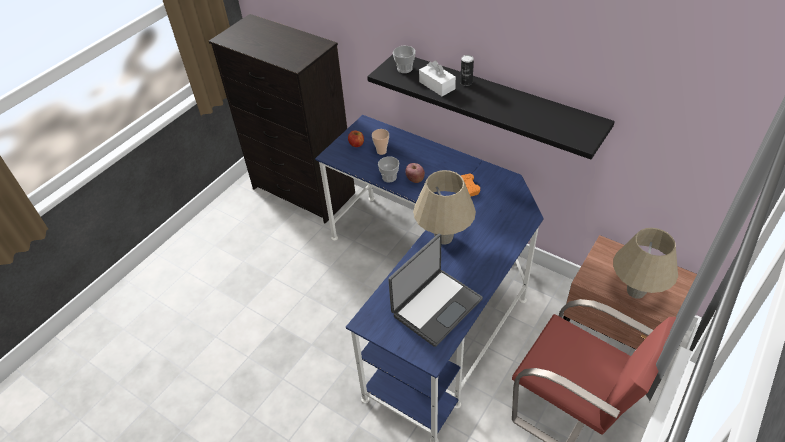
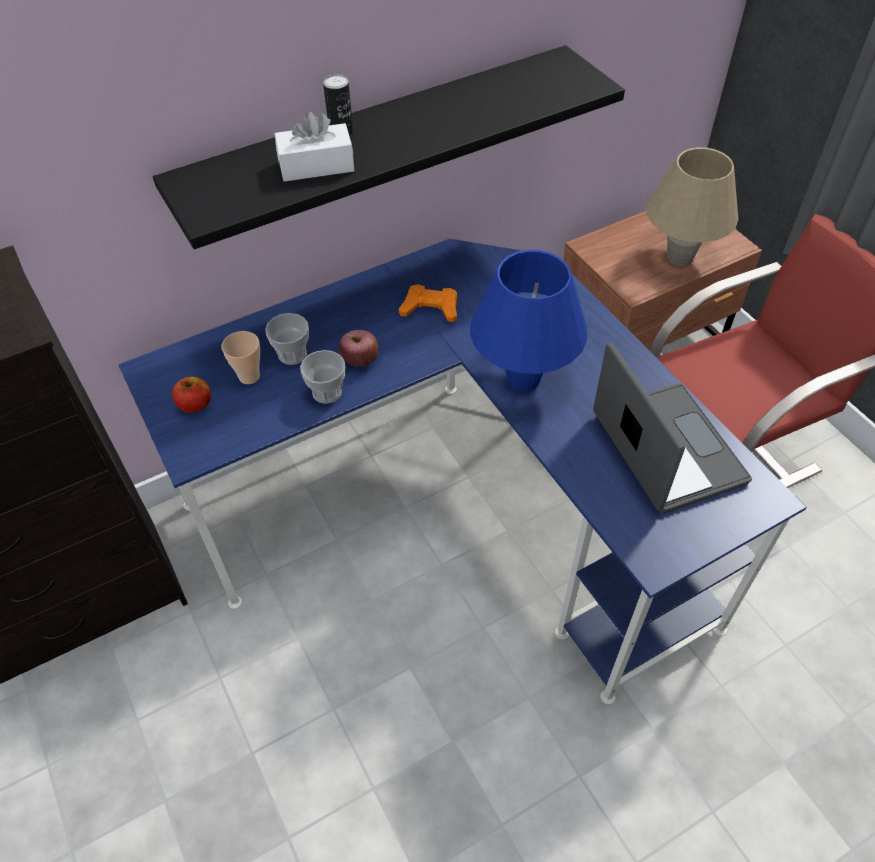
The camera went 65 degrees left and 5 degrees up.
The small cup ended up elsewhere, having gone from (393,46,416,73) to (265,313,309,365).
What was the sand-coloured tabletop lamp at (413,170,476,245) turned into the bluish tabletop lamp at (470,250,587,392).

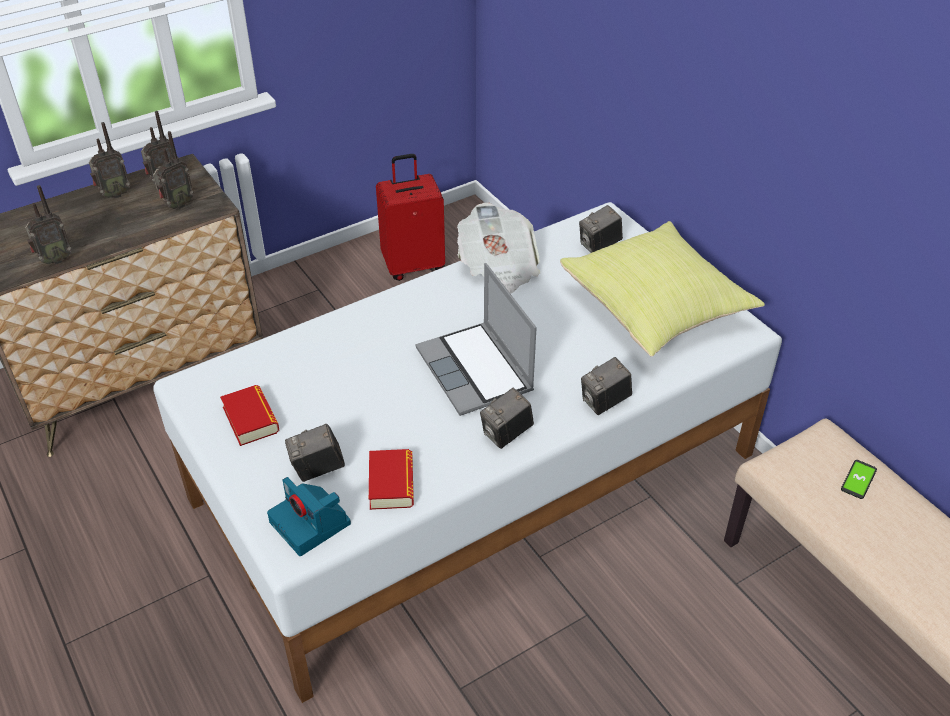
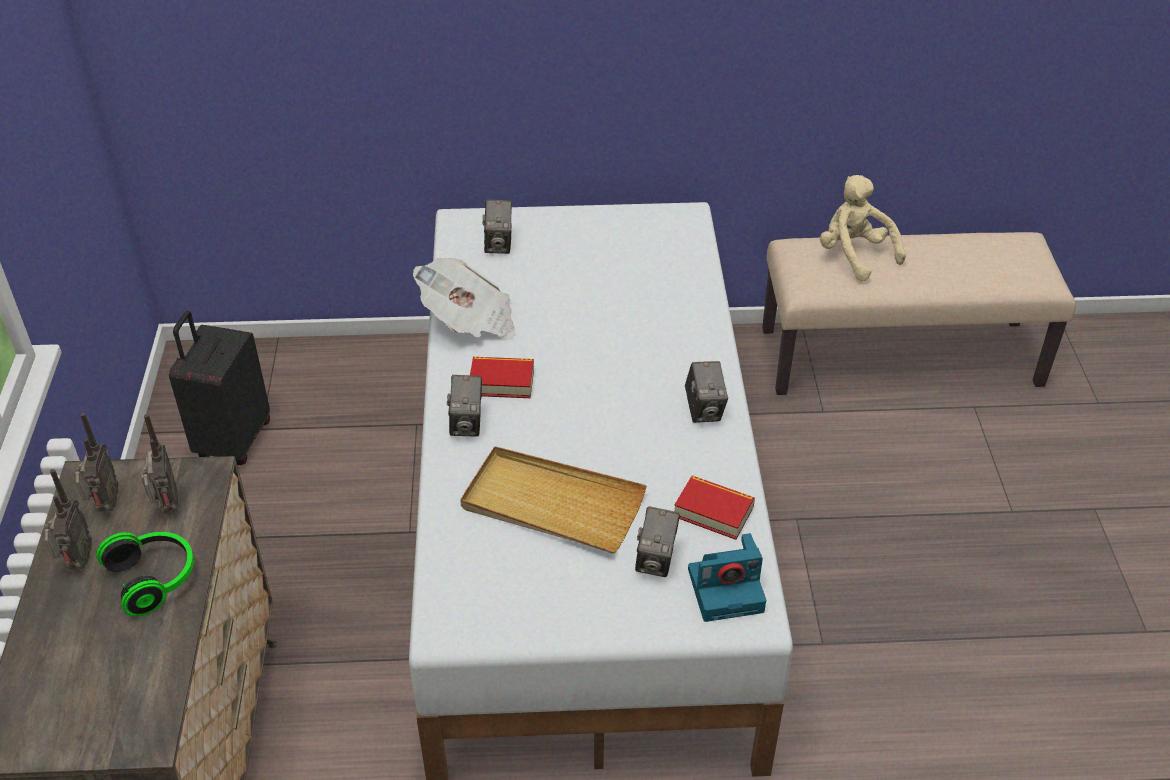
The camera went 60 degrees left and 0 degrees up.
The second view lost the radio set at (25,185,72,265).
The second view lost the portable computer at (416,263,537,416).
The second view lost the yellow throw pillow at (560,221,765,357).
The second view gained the pair of headphones at (96,532,194,617).
The second view gained the sand-coloured tray at (460,446,647,554).
The volume ended up elsewhere, having gone from (220,385,279,446) to (470,357,534,398).
The still camera ended up elsewhere, having gone from (581,357,632,415) to (447,375,482,437).
Where the handset stood at (841,460,877,499), the sand-coloured plush toy came to stand at (820,175,906,281).
What was the red travel case at (376,154,445,281) turned into the blackish travel case at (169,311,270,465).

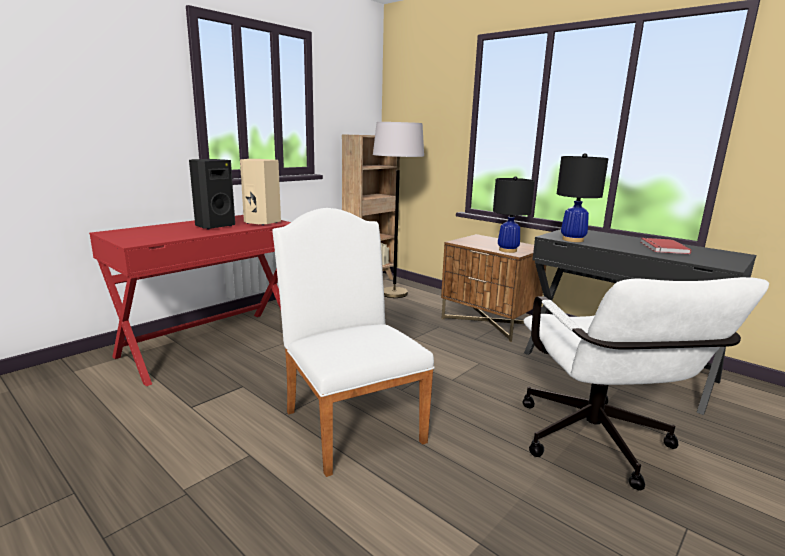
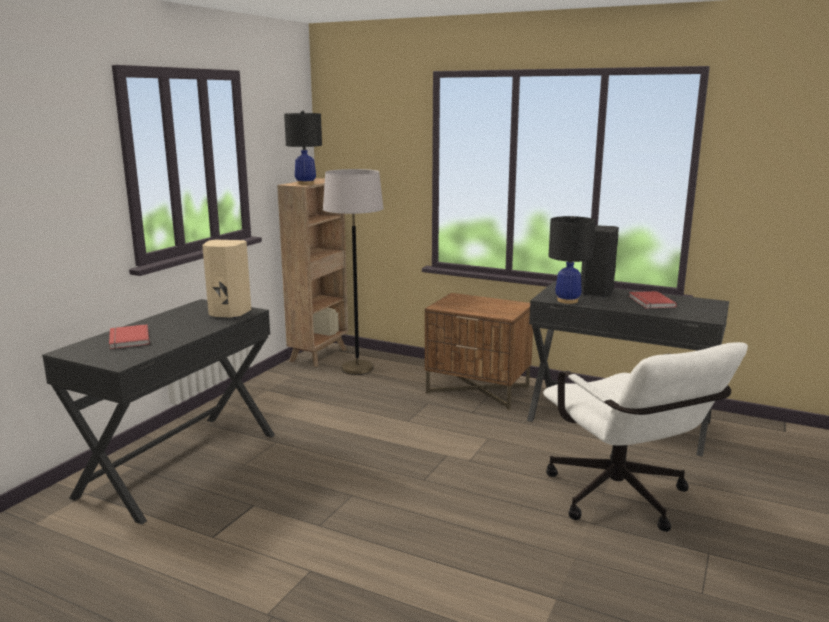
The camera went 15 degrees left and 0 degrees up.
The second view lost the whitish plain chair at (272,208,435,477).
The second view gained the red volume at (109,324,150,349).
The blackish speaker ended up elsewhere, having gone from (189,159,235,230) to (581,225,619,297).
The blackish tabletop lamp ended up elsewhere, having gone from (493,176,535,253) to (284,110,322,185).
What was the red desk unit at (89,215,291,386) turned into the blackish desk unit at (42,299,275,524).

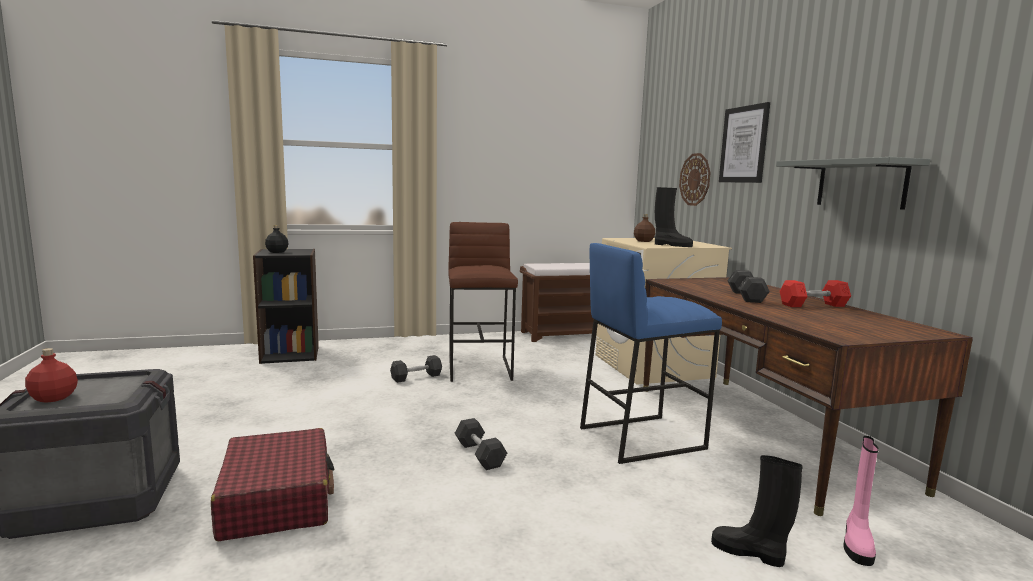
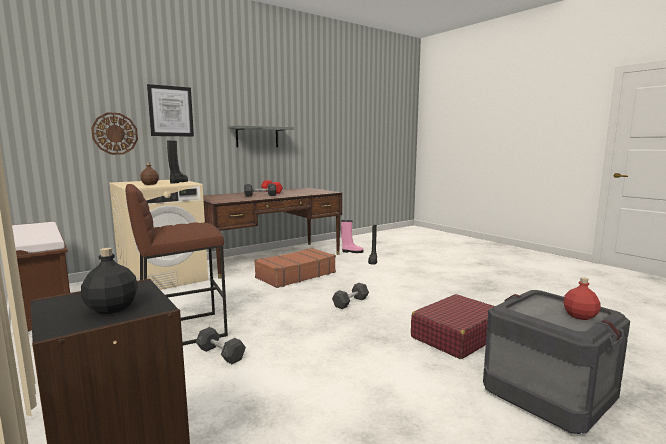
The camera went 110 degrees left and 0 degrees up.
Where the bluish stool seat stood at (580,243,722,464), the brown-coloured travel case came to stand at (254,248,336,288).

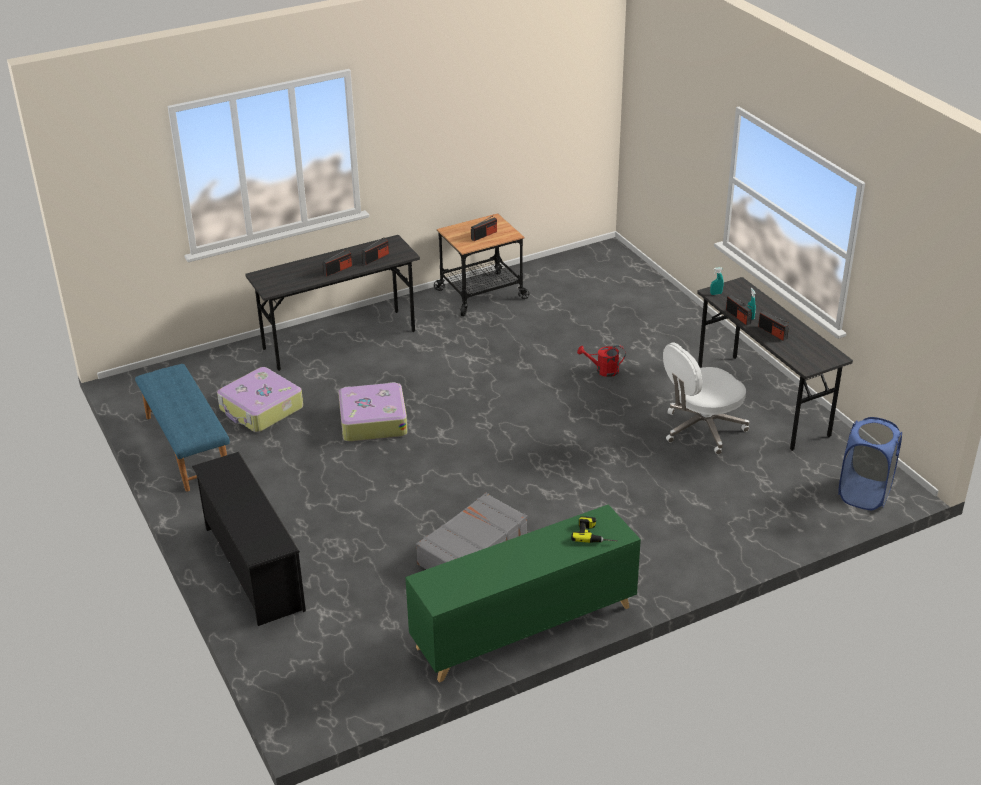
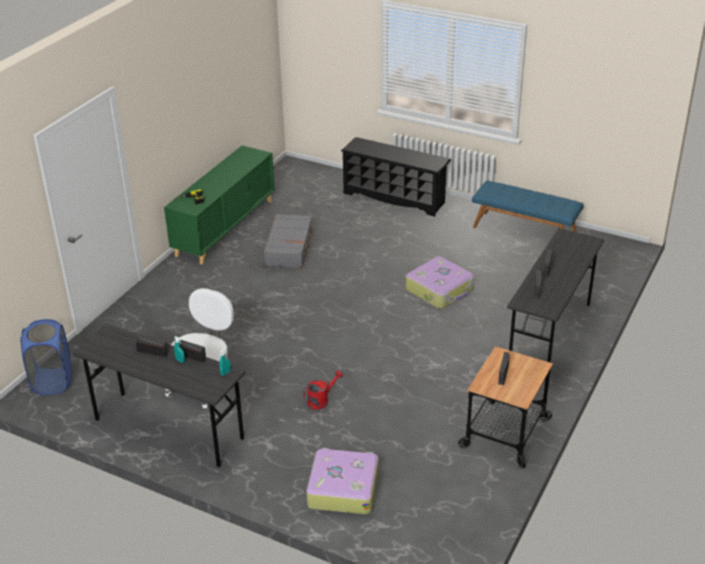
The camera went 145 degrees right and 0 degrees up.
The travel case ended up elsewhere, having gone from (217,367,303,432) to (307,448,379,514).

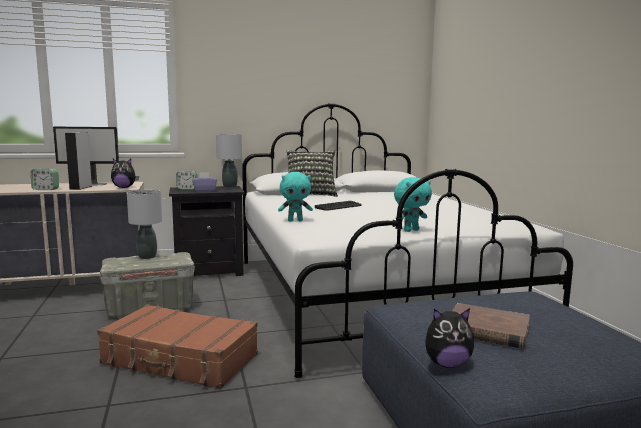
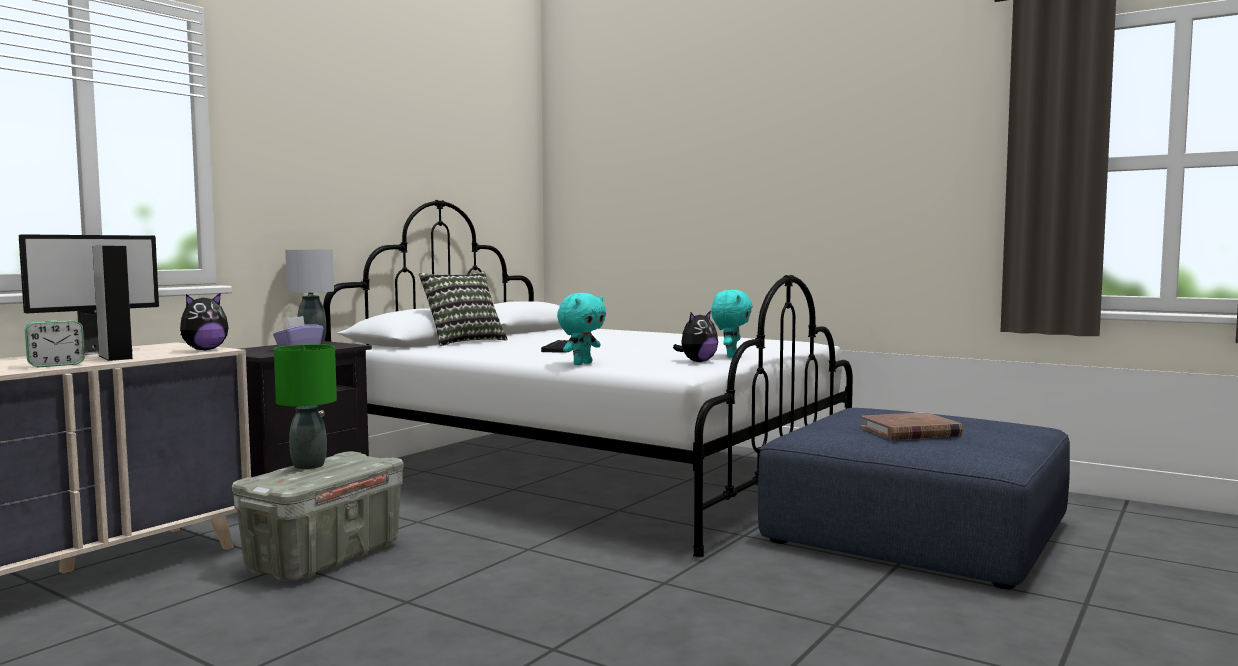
The camera went 40 degrees left and 5 degrees down.
The second view lost the brown-coloured travel case at (97,304,258,389).
The second view lost the alarm clock at (176,171,197,189).
The plush toy ended up elsewhere, having gone from (425,308,474,368) to (673,310,718,362).
What was the grey tabletop lamp at (127,190,162,259) turned into the greenish tabletop lamp at (274,344,337,469).

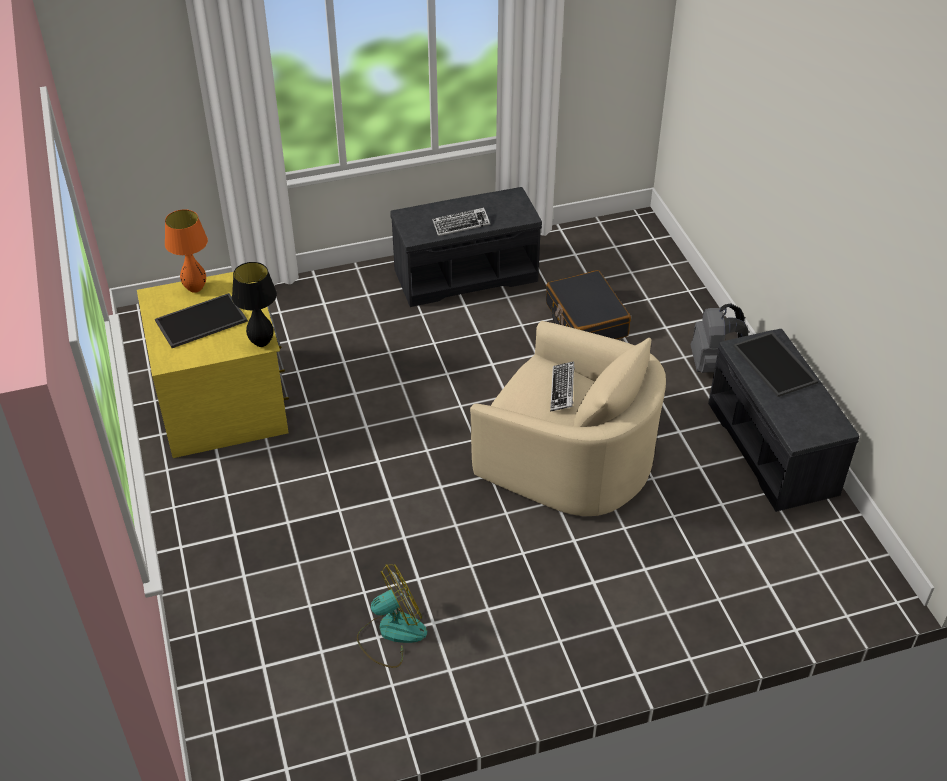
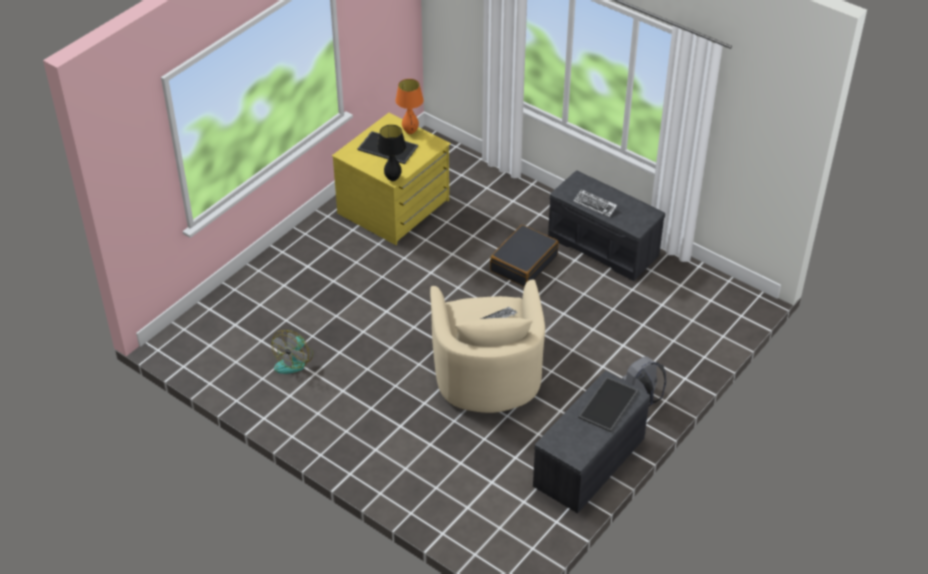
The camera went 55 degrees right and 0 degrees up.
The blackish travel case ended up elsewhere, having gone from (546,270,631,339) to (490,225,559,287).
The electric fan at (357,564,427,668) ended up facing another way, 90 degrees clockwise from before.

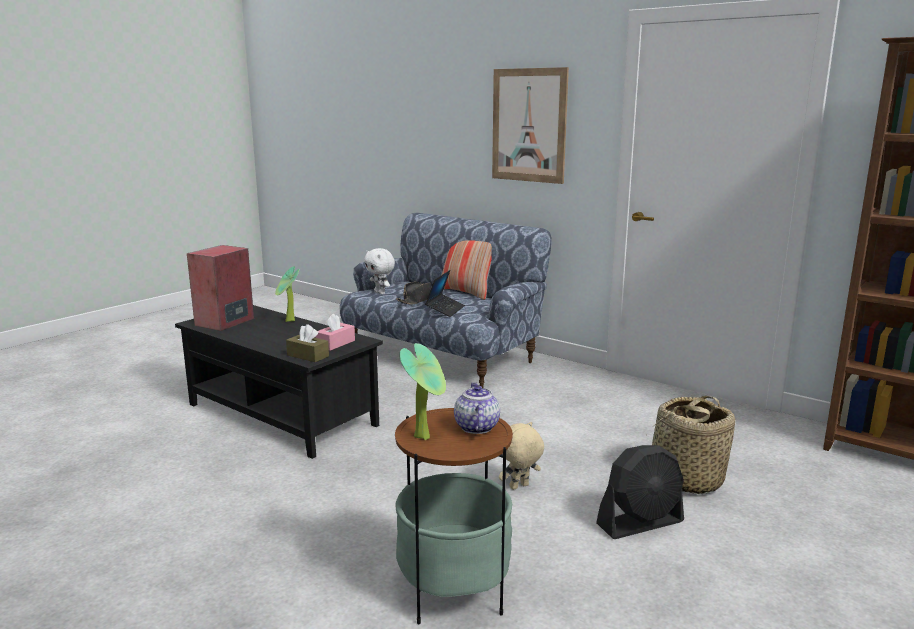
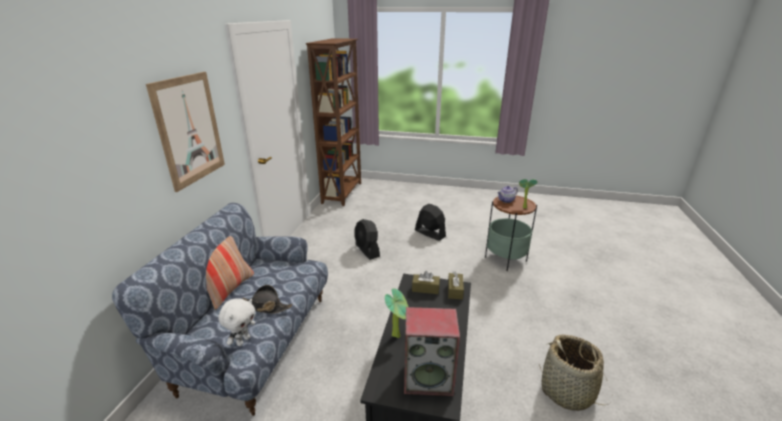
The camera went 115 degrees left and 10 degrees up.
The second view lost the portable computer at (425,270,465,317).
The second view lost the sand-coloured plush toy at (499,422,544,490).
The second view gained the blackish electric fan at (355,219,380,260).
The household basket ended up elsewhere, having gone from (645,396,735,494) to (539,334,610,411).
What was the pink-coloured box of tissues at (316,314,355,351) turned into the brown-coloured box of tissues at (412,271,440,294).

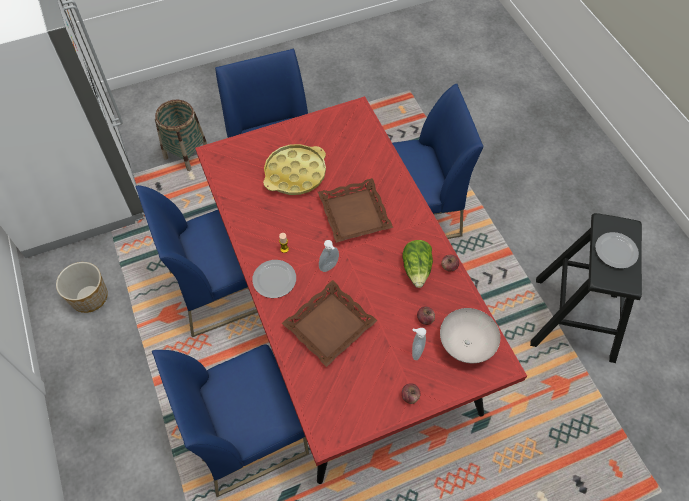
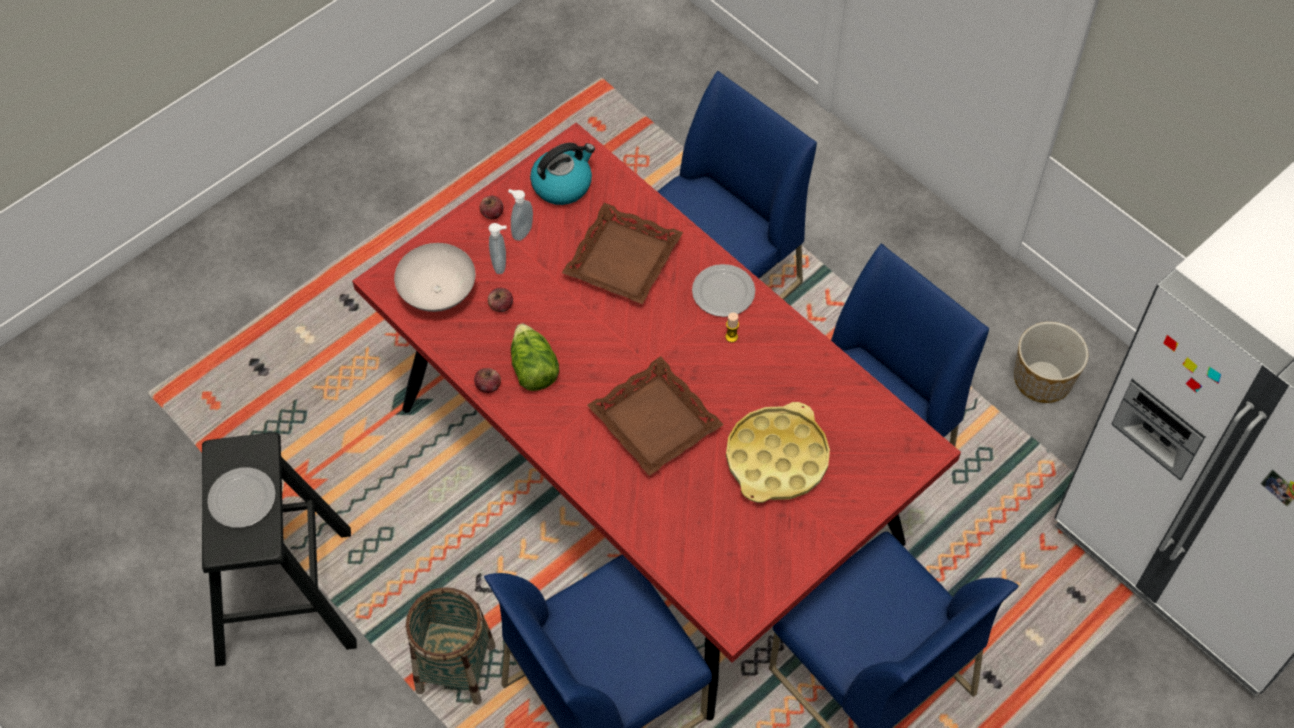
The camera went 160 degrees right and 0 degrees up.
The second view gained the water kettle at (530,143,595,205).
The household basket ended up elsewhere, having gone from (155,100,207,171) to (405,587,496,705).
The liquid soap bottle ended up elsewhere, having gone from (319,240,339,272) to (508,189,533,241).

